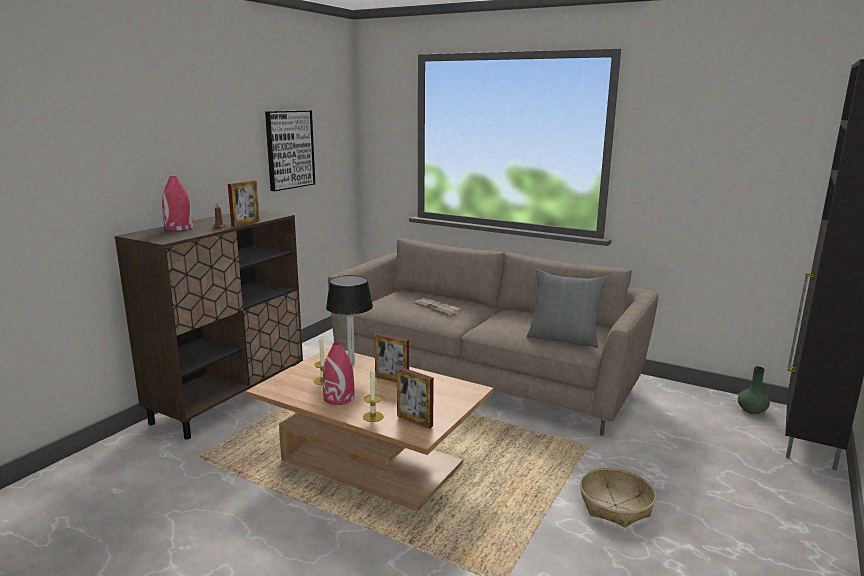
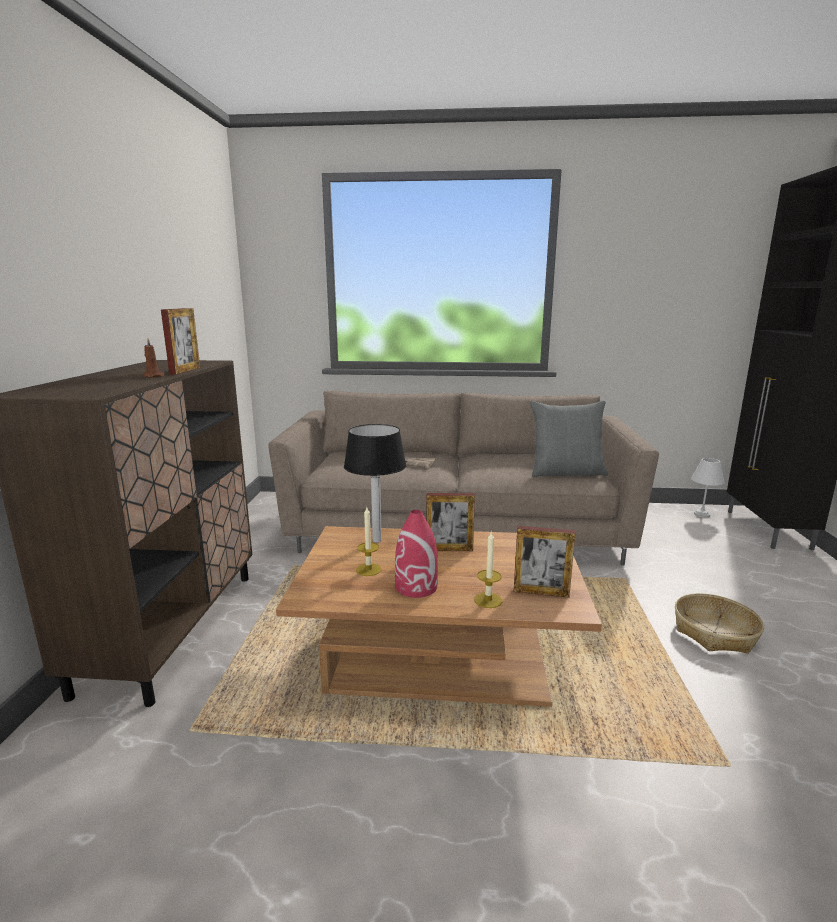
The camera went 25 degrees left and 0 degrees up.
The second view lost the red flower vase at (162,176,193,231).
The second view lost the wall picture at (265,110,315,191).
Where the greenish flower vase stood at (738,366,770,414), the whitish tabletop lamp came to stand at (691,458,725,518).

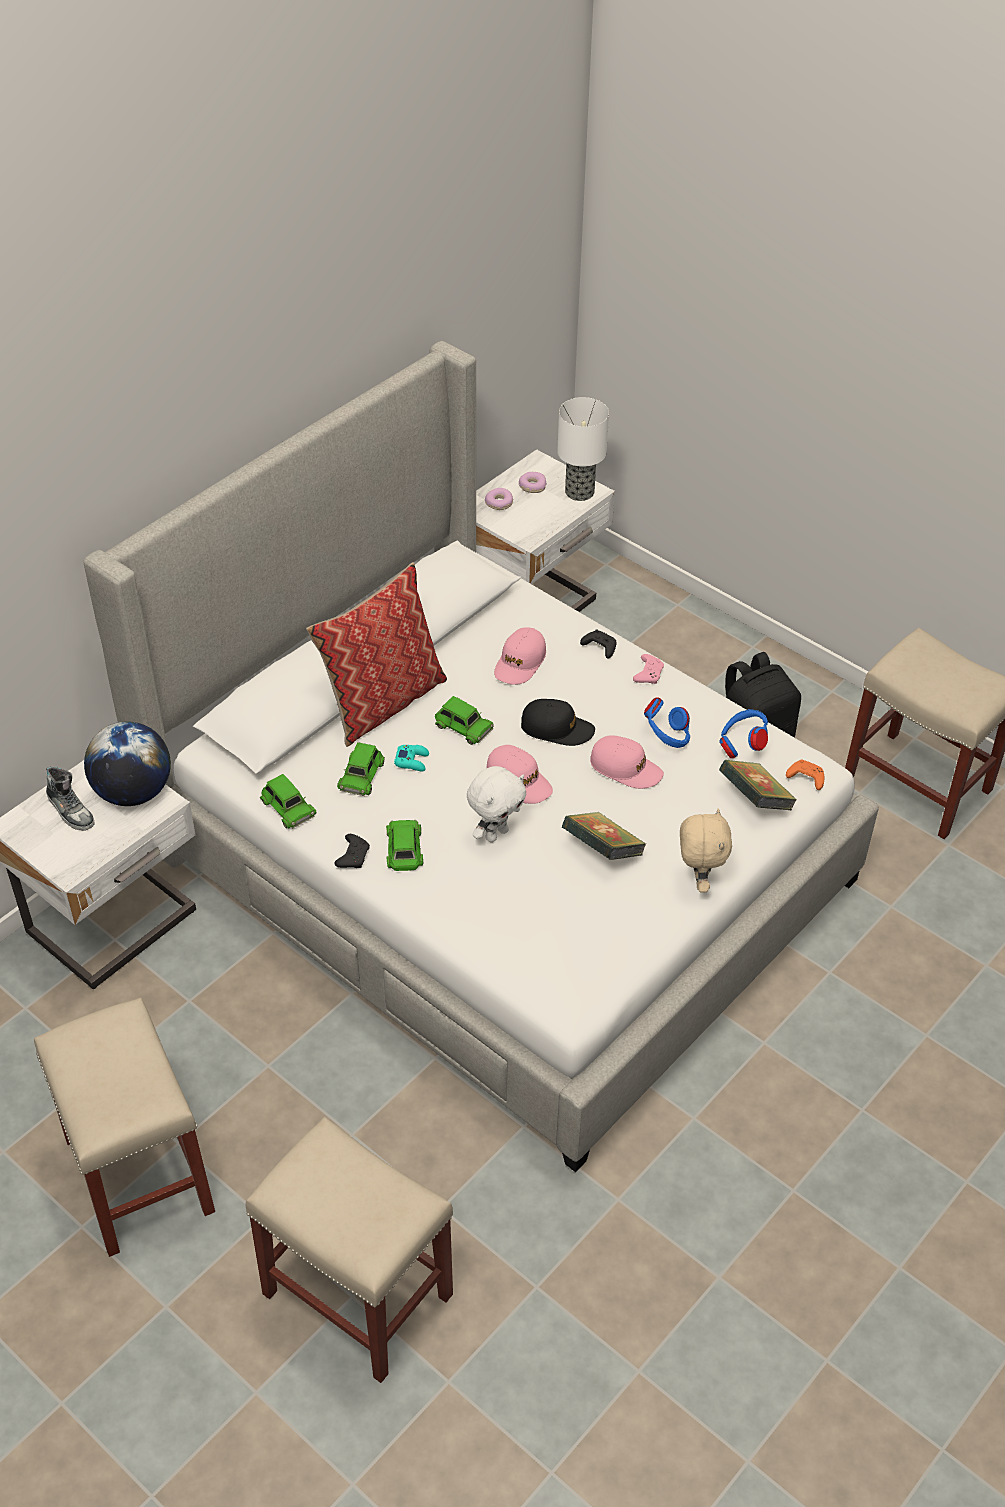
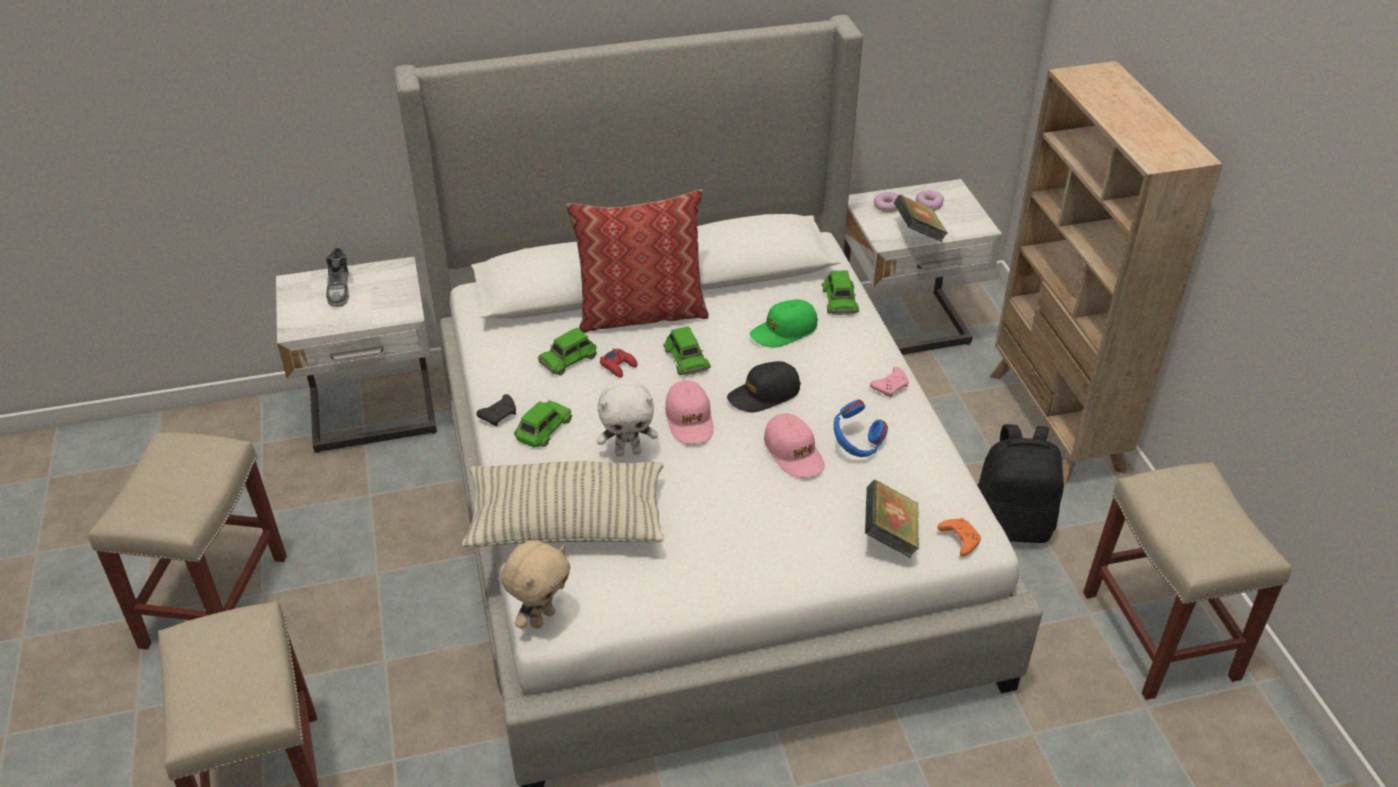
The camera went 35 degrees right and 5 degrees down.
The second view lost the world globe at (84,721,171,806).
The second view lost the tabletop lamp at (557,397,609,501).
The second view lost the blackish gamepad at (580,630,616,659).
The second view lost the bluish pair of headphones at (719,709,768,758).
The second view gained the throw pillow at (462,461,664,548).
The second view gained the sand-coloured bookcase at (990,61,1223,485).
The greenish toy car ended up elsewhere, having gone from (260,774,316,828) to (822,270,859,315).
The volume ended up elsewhere, having gone from (562,812,646,860) to (894,195,948,242).
The sand-coloured plush toy ended up elsewhere, having gone from (680,808,732,893) to (501,540,571,629).
What was the turquoise gamepad at (394,745,429,771) turned into the red gamepad at (600,348,638,377).
What was the pink-coloured peaked cap at (494,627,546,685) turned into the greenish peaked cap at (750,299,818,347).
The blackish peaked cap at (521,699,595,746) ended up facing another way, 105 degrees clockwise from before.

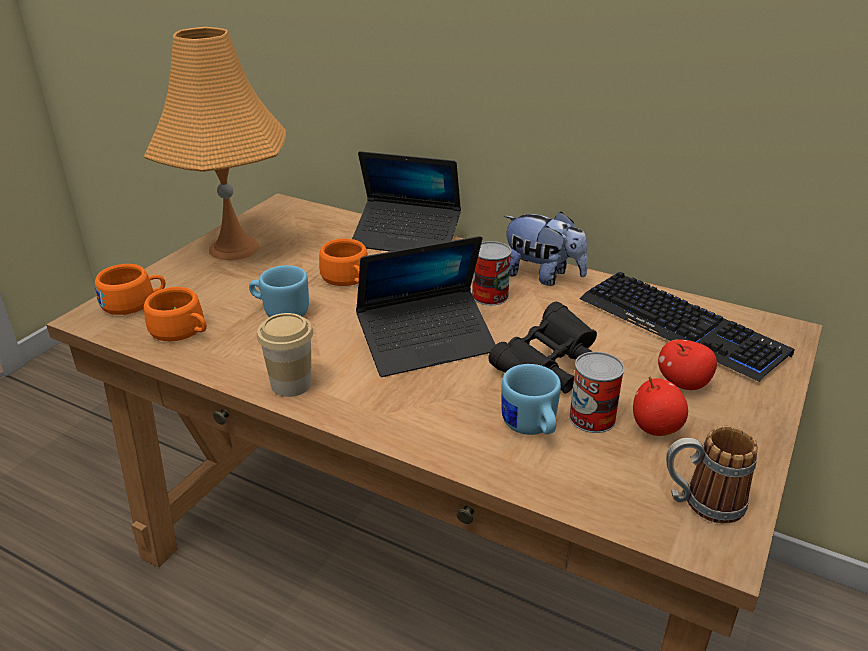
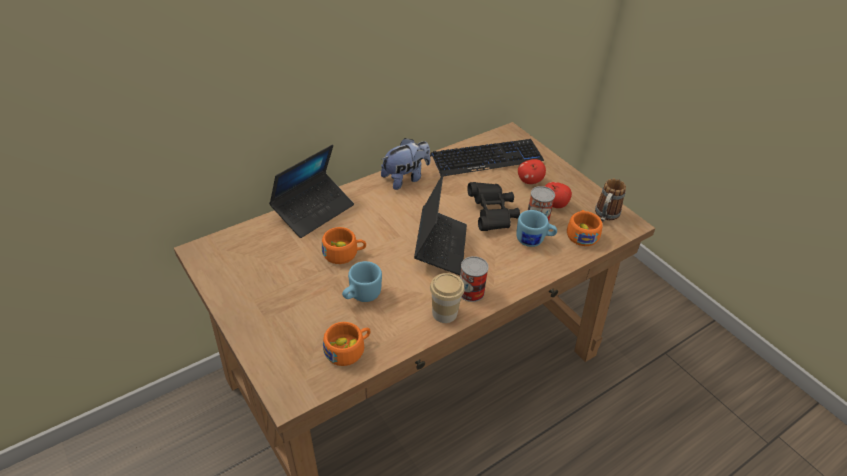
The camera went 65 degrees left and 10 degrees up.
The second view lost the orange tabletop lamp at (144,27,286,260).
The orange small cup ended up elsewhere, having gone from (95,264,166,315) to (567,210,602,246).
The metal can ended up elsewhere, having gone from (472,241,512,305) to (460,256,489,302).

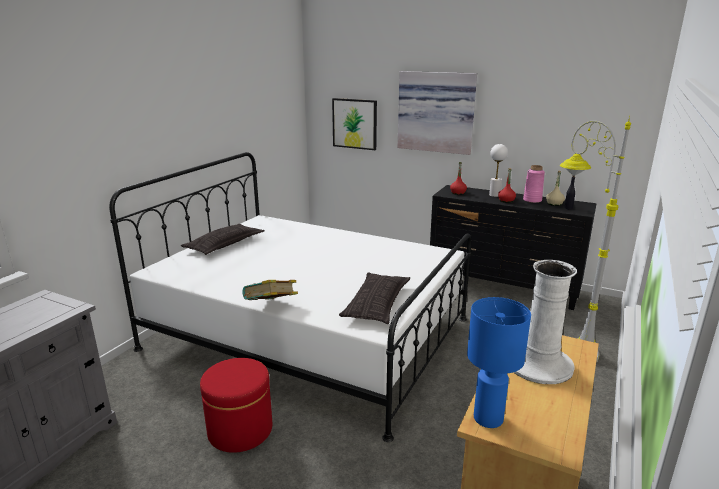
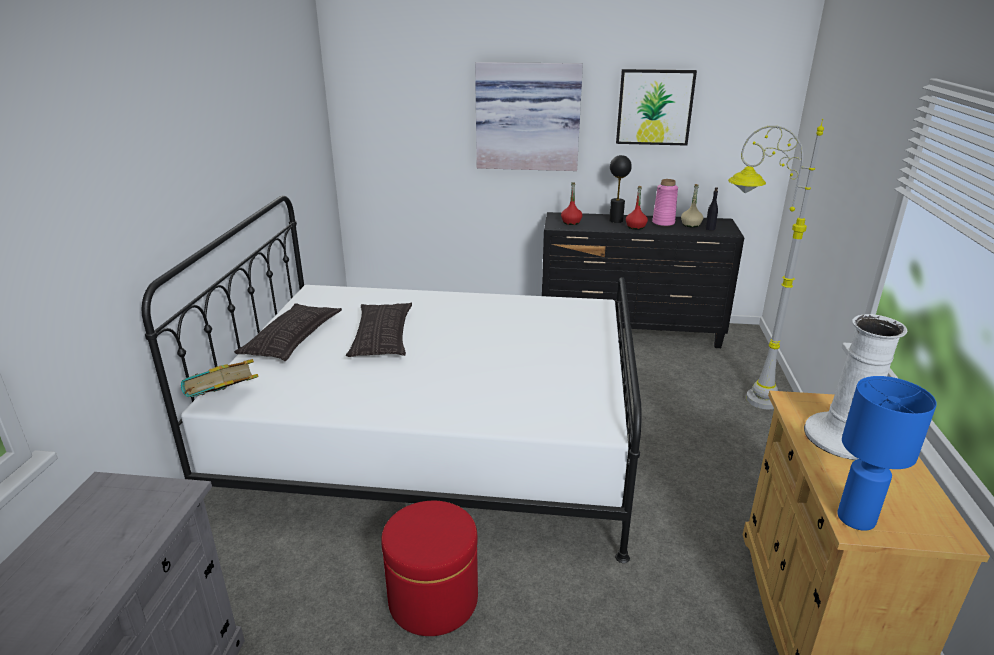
The camera went 20 degrees left and 5 degrees up.
The volume ended up elsewhere, having gone from (242,280,298,300) to (181,359,259,397).
The wall picture ended up elsewhere, having gone from (332,98,377,150) to (616,69,697,146).
The throw pillow ended up elsewhere, having gone from (339,272,410,324) to (346,303,412,357).
What was the whitish tabletop lamp at (489,144,508,197) turned into the blackish tabletop lamp at (609,155,632,223).

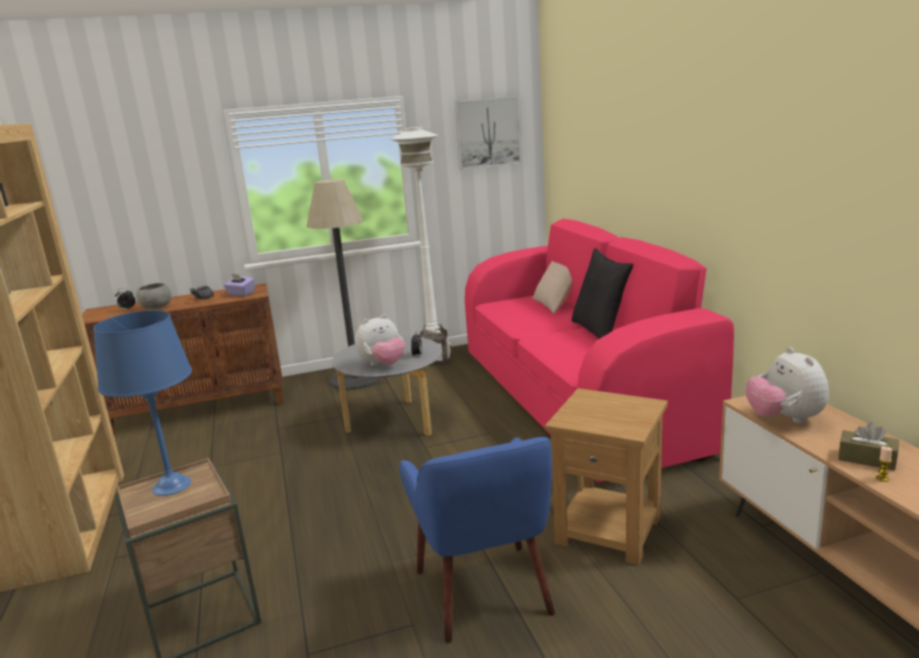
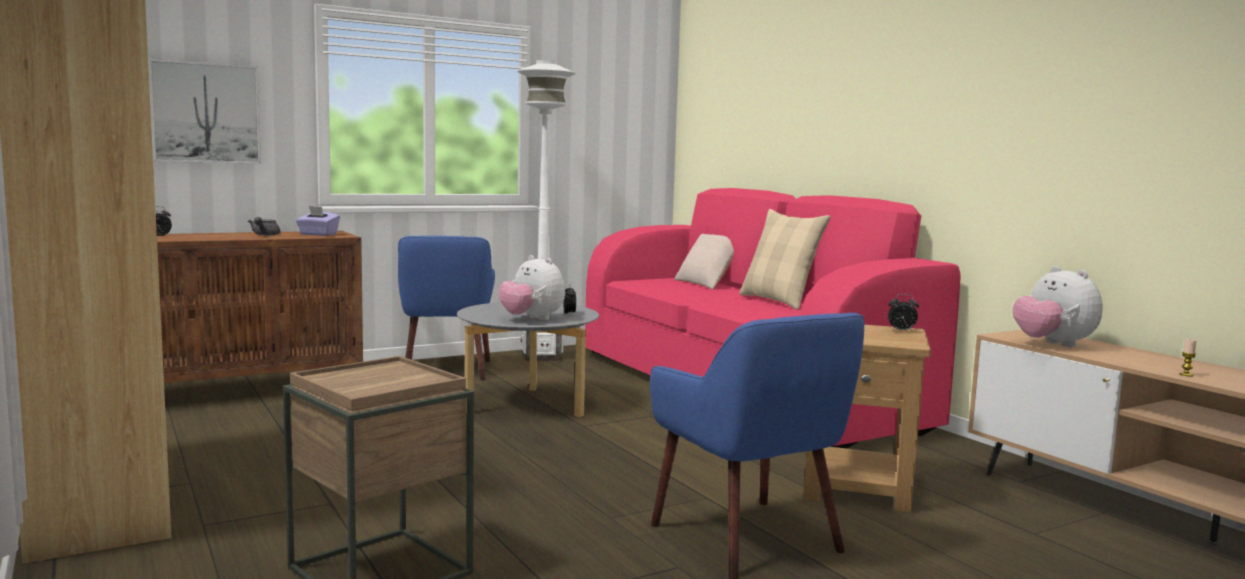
The camera went 15 degrees left and 10 degrees down.
The second view lost the bluish tabletop lamp at (93,310,192,496).
The second view lost the grey deep dish at (136,283,171,309).
The second view lost the brown-coloured box of tissues at (838,422,899,471).
The second view gained the alarm clock at (888,294,919,333).
The wall picture ended up elsewhere, having gone from (455,96,522,170) to (149,59,261,164).
Where the standard lamp stood at (306,179,381,390), the bluish lounge chair came to stand at (398,236,495,380).
What was the blackish throw pillow at (571,248,633,339) turned into the sand-coloured throw pillow at (740,209,831,310).
The plush toy at (355,314,405,366) ended up facing another way, 90 degrees clockwise from before.

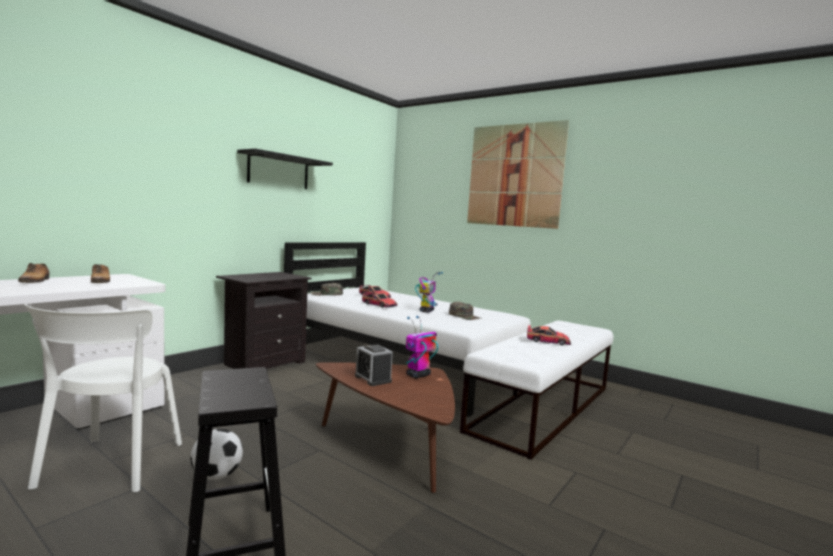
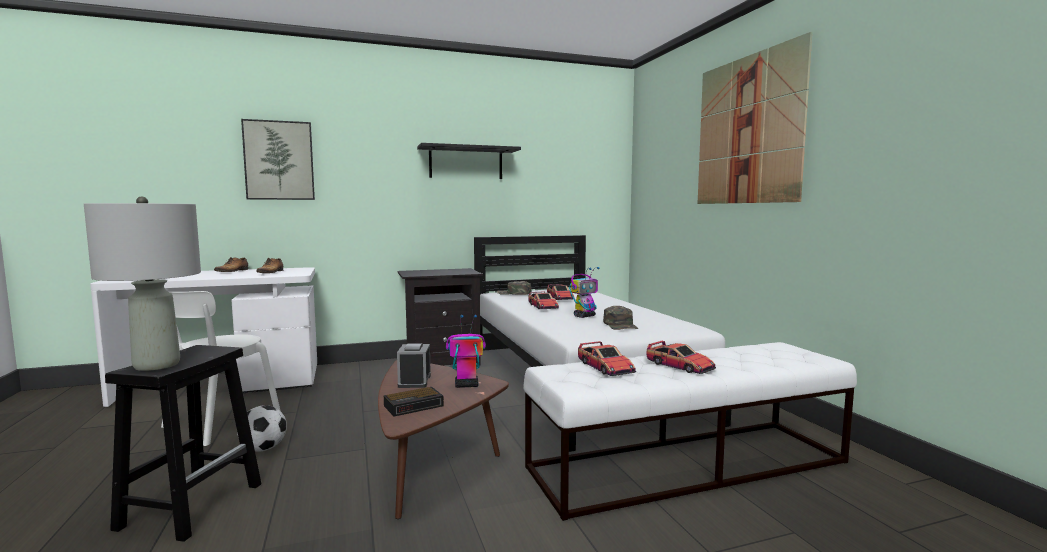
The camera went 35 degrees right and 0 degrees up.
The second view gained the grey tabletop lamp at (84,197,201,371).
The second view gained the wall picture at (241,119,315,200).
The second view gained the alarm clock at (384,387,444,417).
The second view gained the toy car at (578,341,636,376).

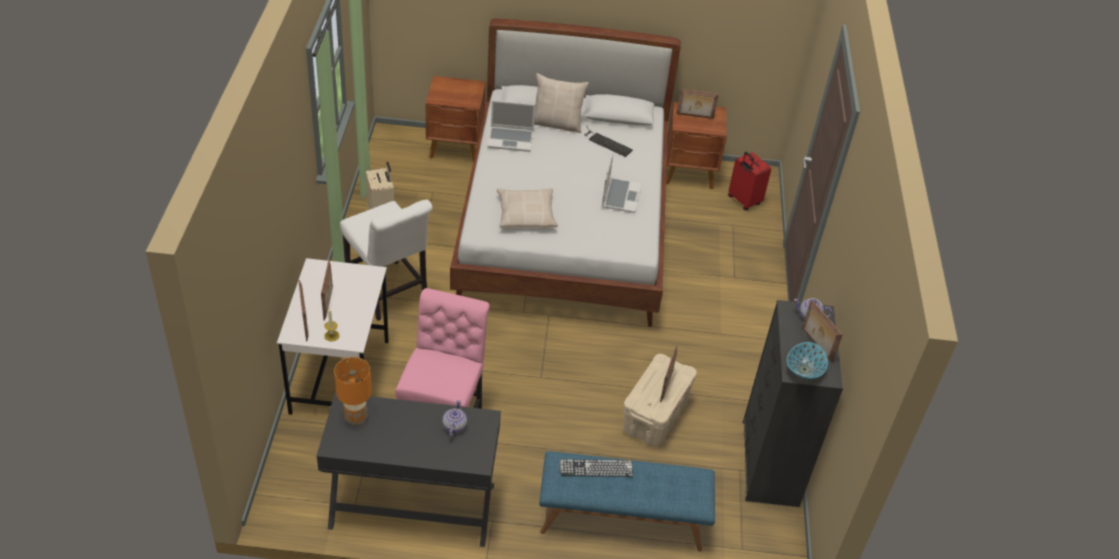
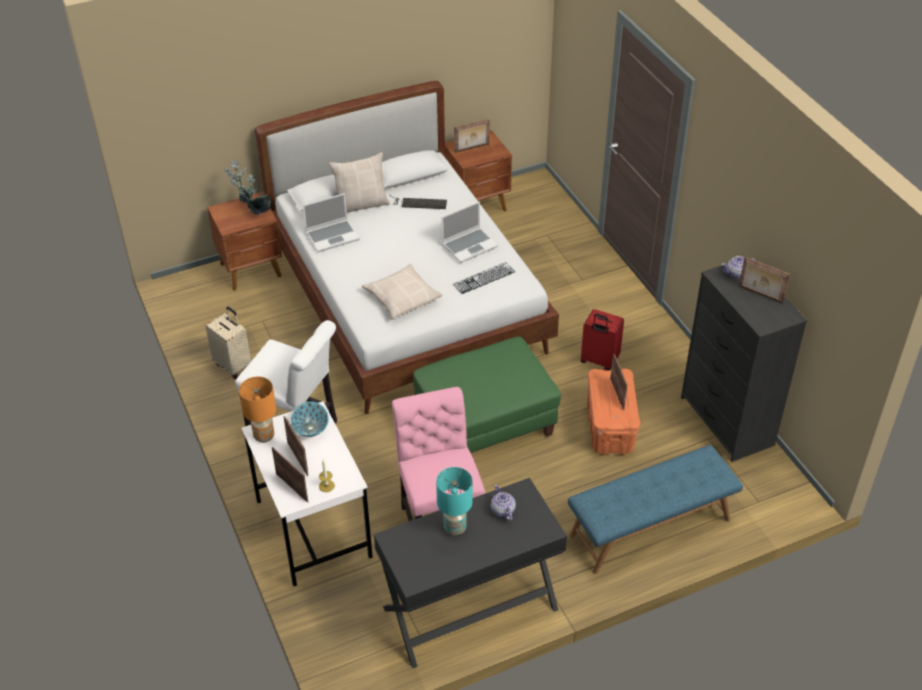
The camera went 25 degrees left and 0 degrees up.
The second view gained the plant in a pot at (224,160,271,215).
The second view gained the greenish footrest at (413,337,561,453).
The second view gained the turquoise tabletop lamp at (436,467,472,536).
The orange tabletop lamp ended up elsewhere, having gone from (334,357,372,425) to (239,376,276,443).
The keyboard ended up elsewhere, having gone from (560,459,633,477) to (453,262,515,294).
The red travel case ended up elsewhere, having gone from (728,152,771,210) to (581,309,624,370).
The deep dish ended up elsewhere, having gone from (787,342,828,379) to (291,401,329,437).
What was the sand-coloured storage bin at (623,354,697,446) turned into the orange storage bin at (587,369,640,455).
The portable computer at (602,152,642,213) ended up facing another way, 75 degrees clockwise from before.

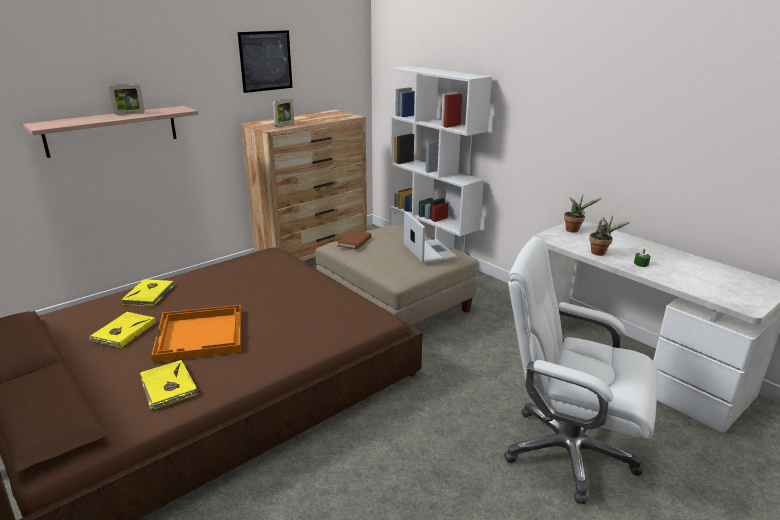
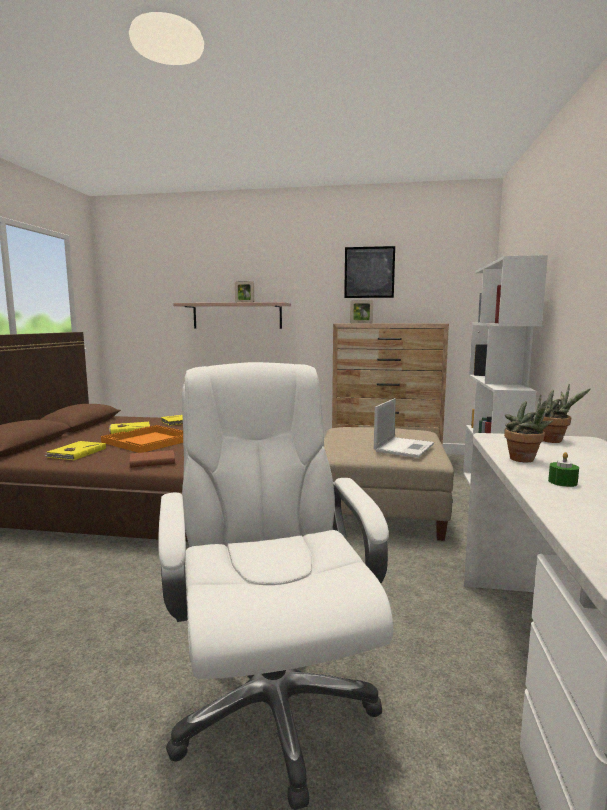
The camera went 50 degrees right and 15 degrees down.
The brown-coloured volume ended up elsewhere, having gone from (337,230,371,250) to (129,450,175,468).

